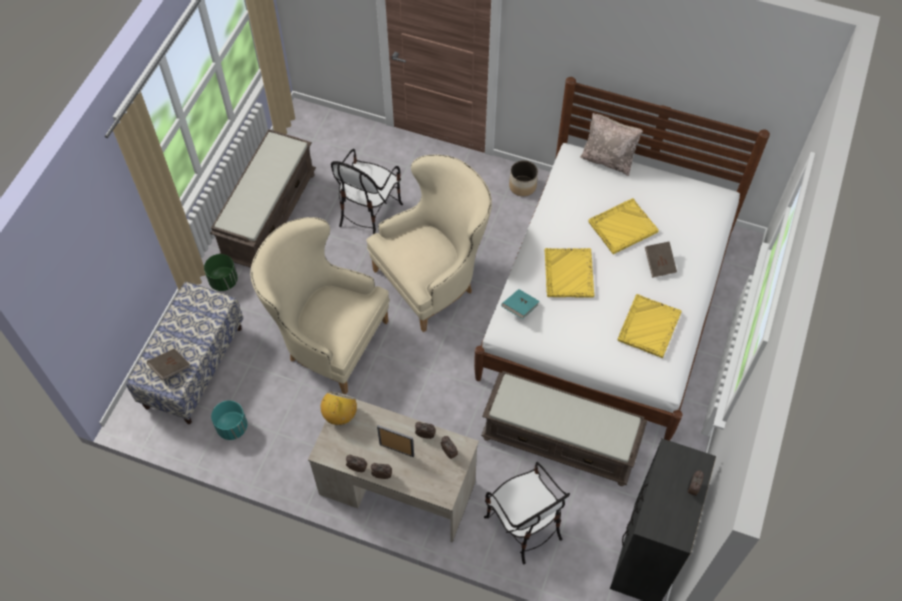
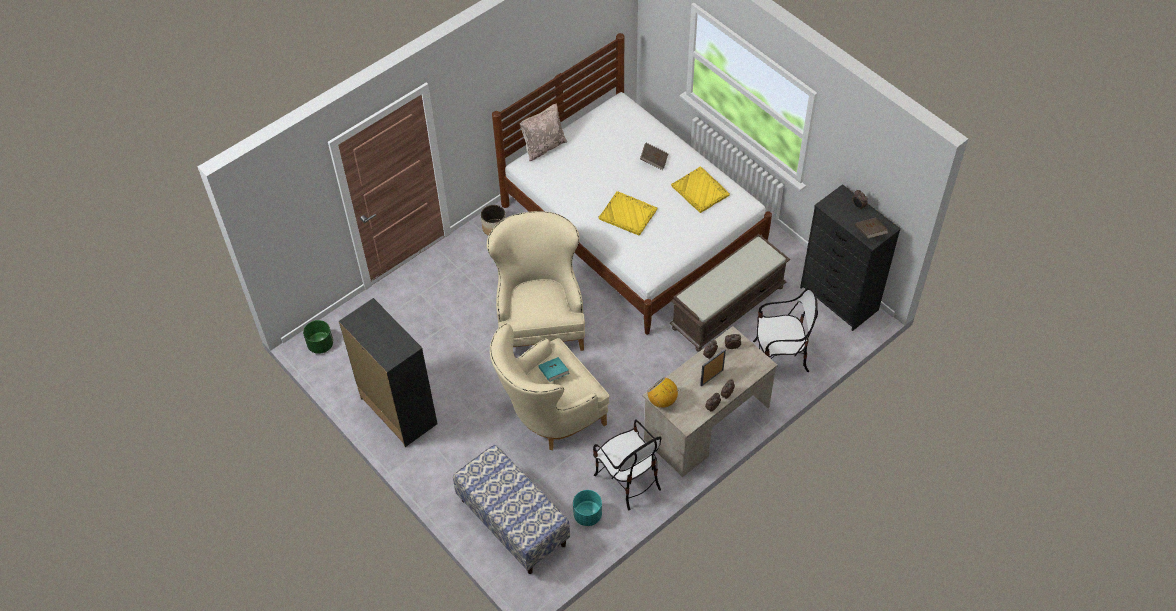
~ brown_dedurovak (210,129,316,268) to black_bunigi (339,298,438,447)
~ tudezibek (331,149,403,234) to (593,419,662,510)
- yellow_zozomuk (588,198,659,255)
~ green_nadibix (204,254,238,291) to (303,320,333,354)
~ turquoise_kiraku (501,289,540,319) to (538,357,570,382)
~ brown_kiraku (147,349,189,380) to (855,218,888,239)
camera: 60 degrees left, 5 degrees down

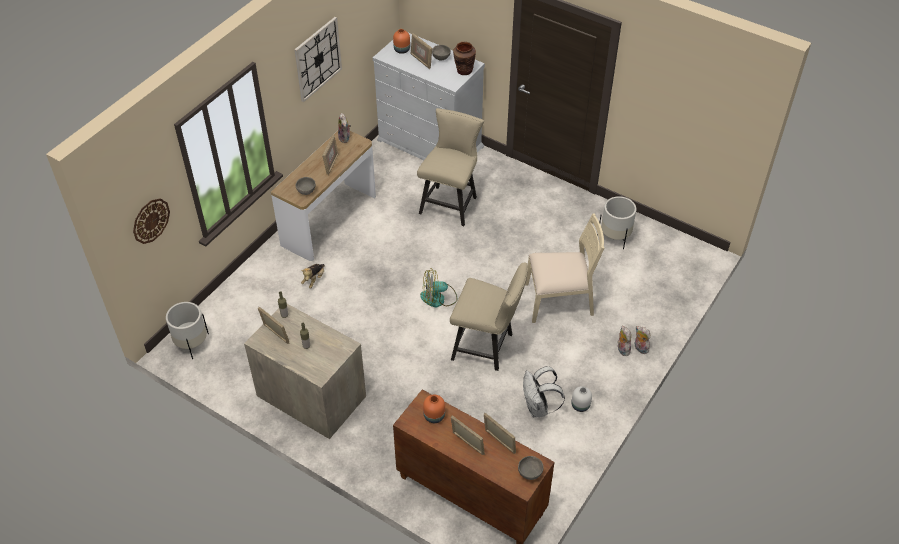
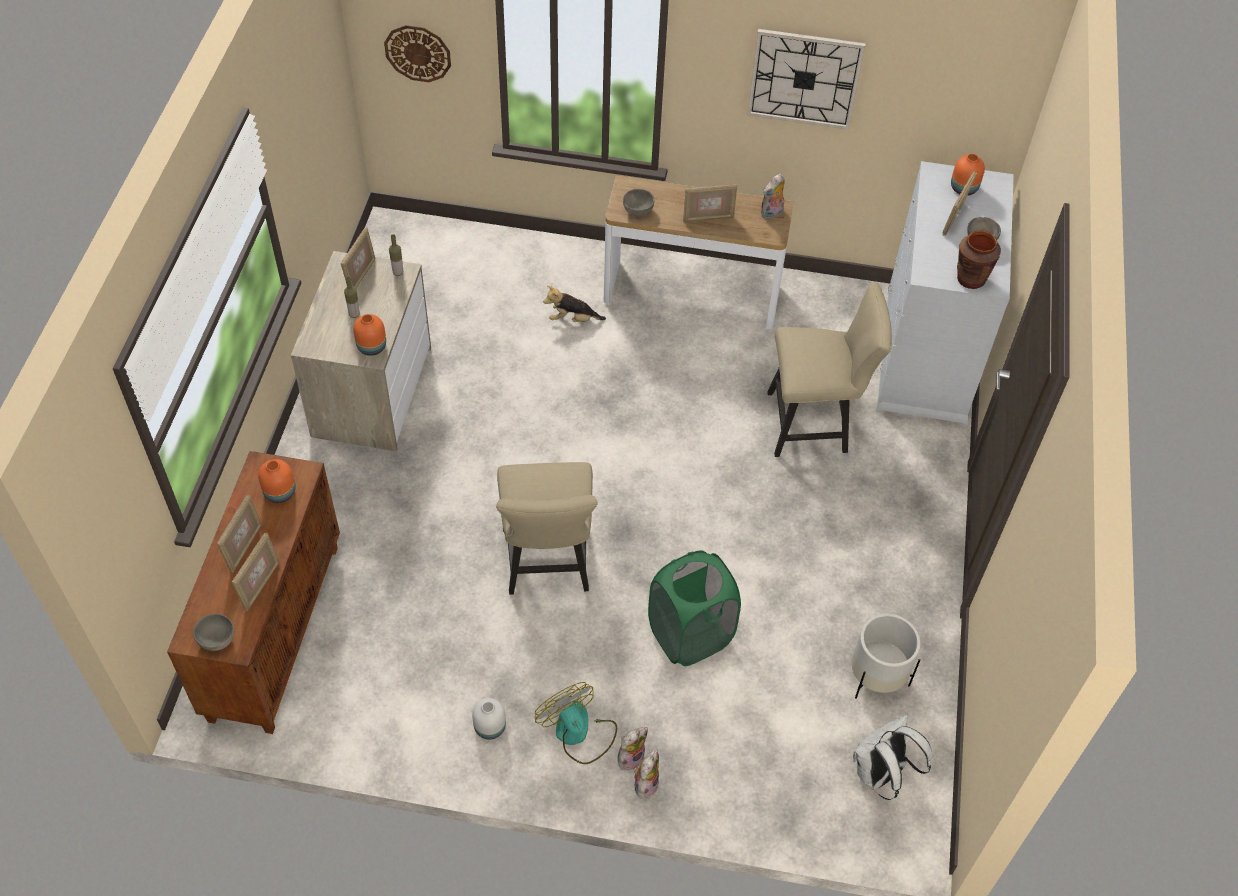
~ beige_tudezibek (525,213,604,323) to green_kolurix (648,550,741,666)
~ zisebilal (420,268,457,308) to (535,682,617,764)
- white_nadibix (166,302,209,359)
~ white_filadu (523,366,565,418) to (853,714,932,800)
+ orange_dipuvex (353,314,386,356)
camera: 65 degrees right, 5 degrees up

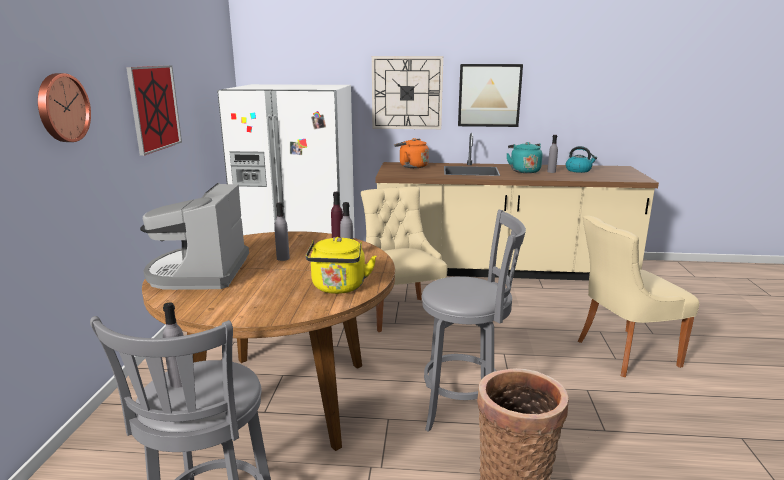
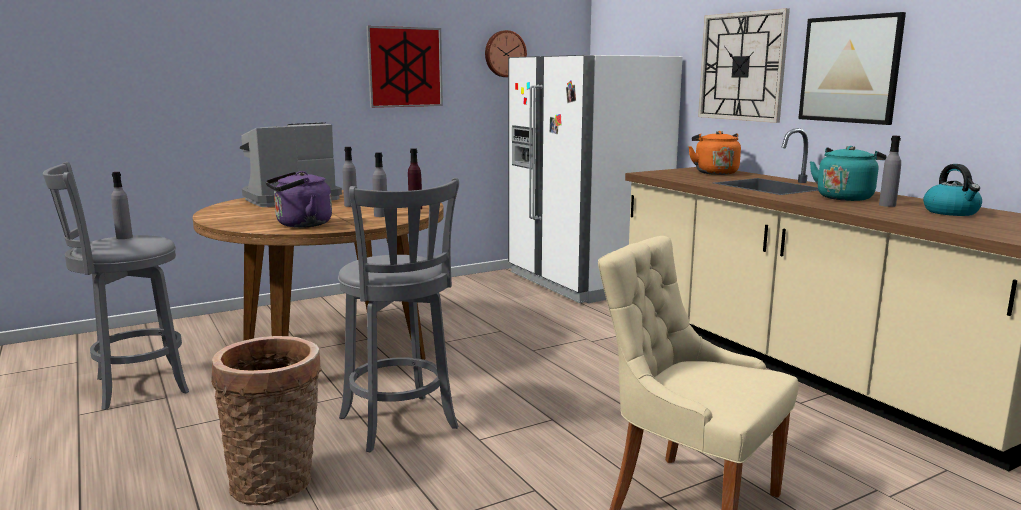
~ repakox (38,73,91,142) to (485,30,527,77)
- beige_tudezibek (361,186,447,332)
~ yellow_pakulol (306,237,377,294) to purple_pakulol (265,171,332,228)
camera: 55 degrees right, 5 degrees down

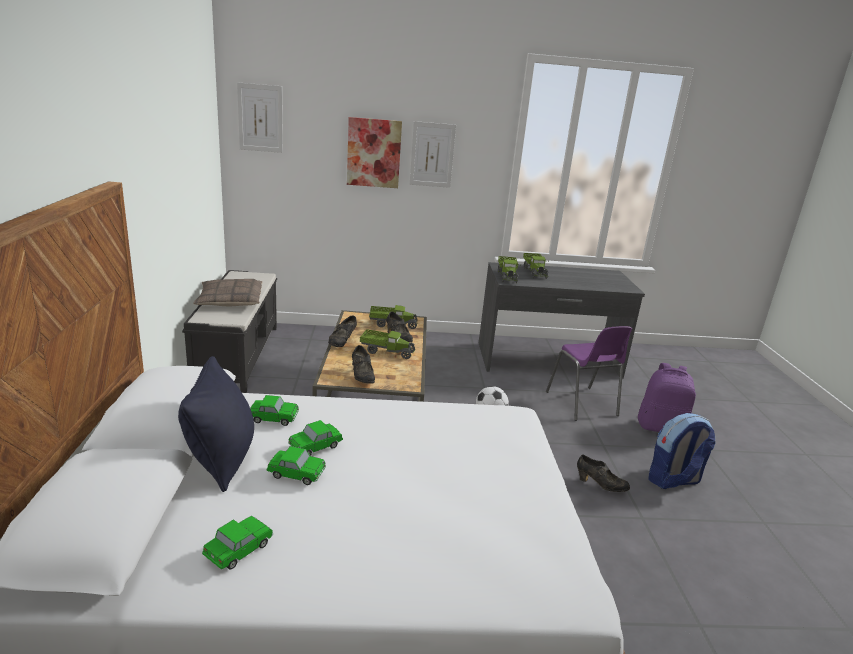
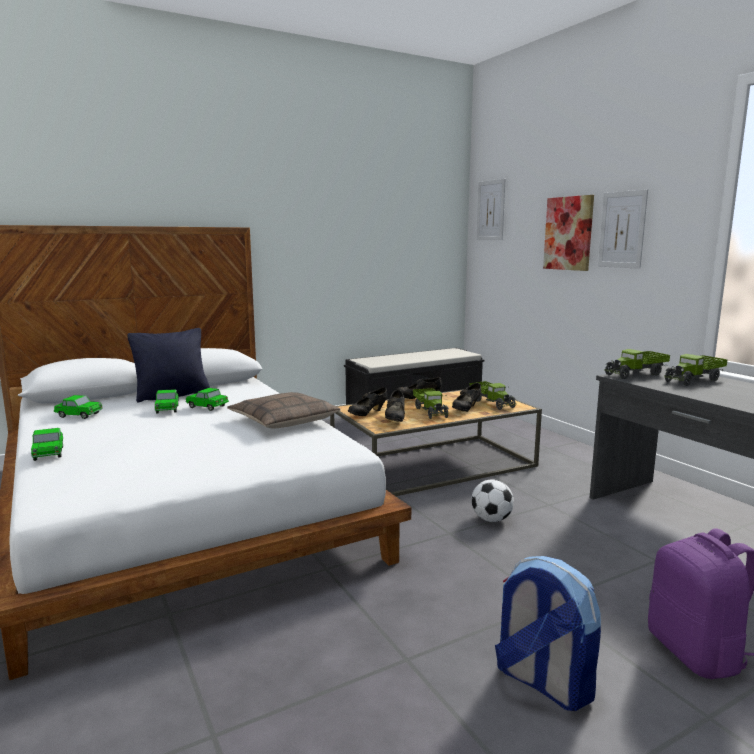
~ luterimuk (193,279,263,306) to (227,392,340,428)
- purple_tudezibek (546,326,632,421)
~ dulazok (250,395,299,426) to (31,428,63,461)
~ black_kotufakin (577,454,630,492) to (385,390,405,422)
camera: 65 degrees right, 10 degrees down

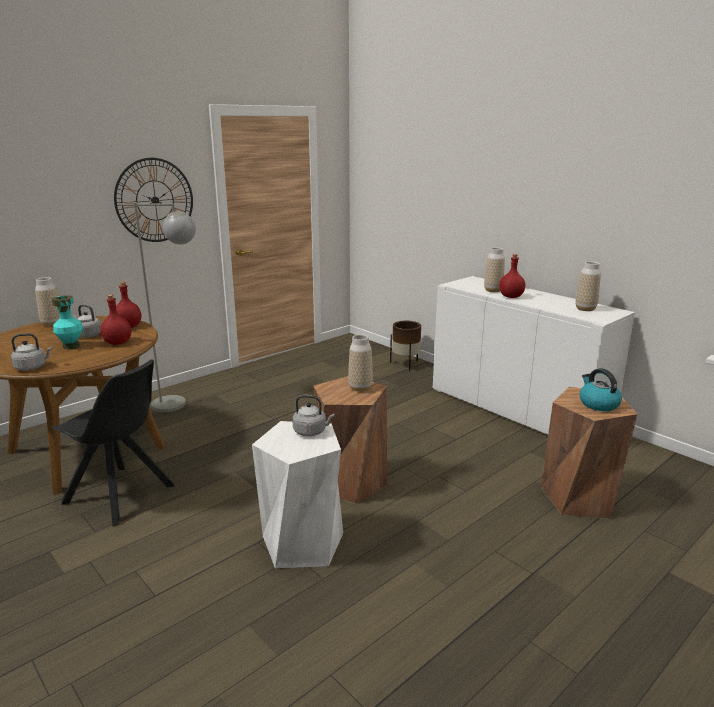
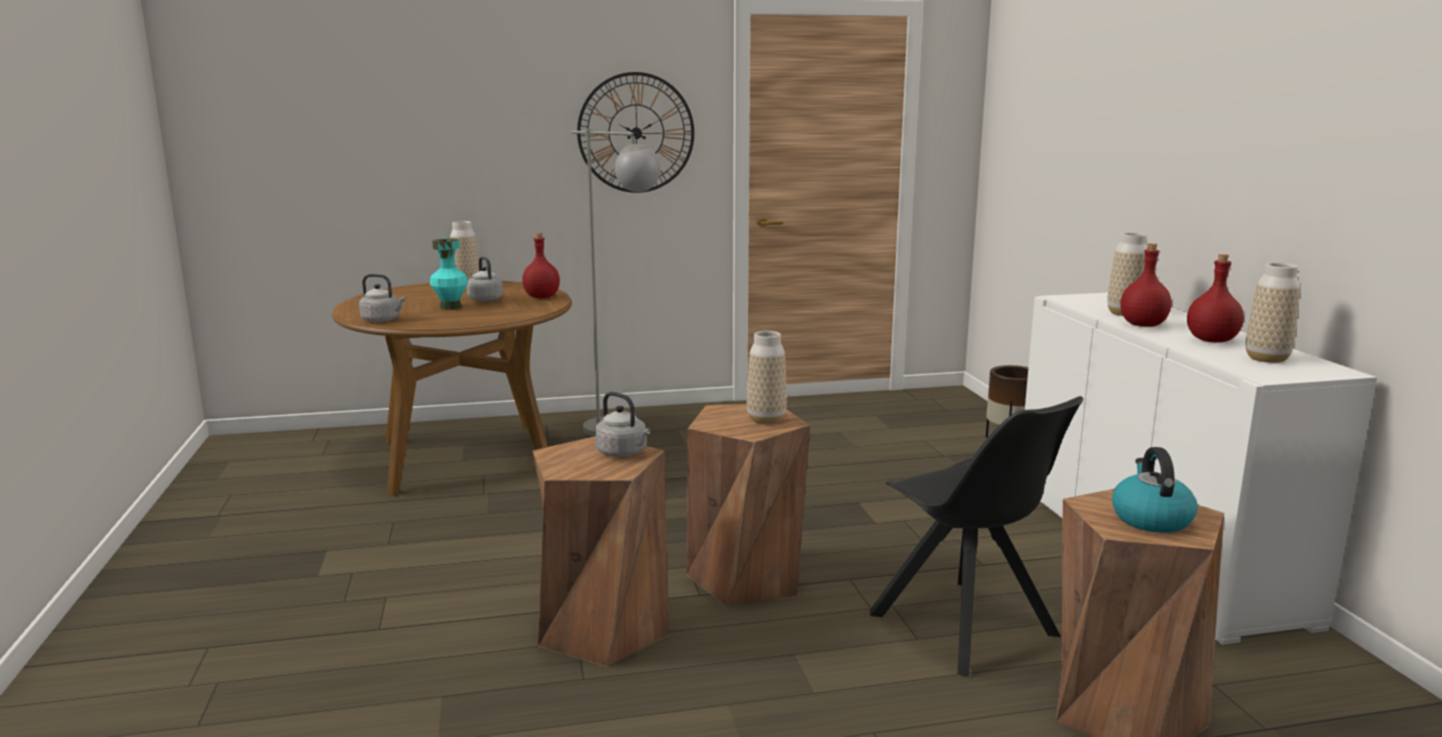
~ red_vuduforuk (100,295,131,345) to (1187,254,1244,343)
~ black_tudezibek (52,359,175,526) to (870,396,1083,676)
~ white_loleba (252,421,343,568) to brown_loleba (533,436,669,667)
camera: 30 degrees right, 5 degrees down

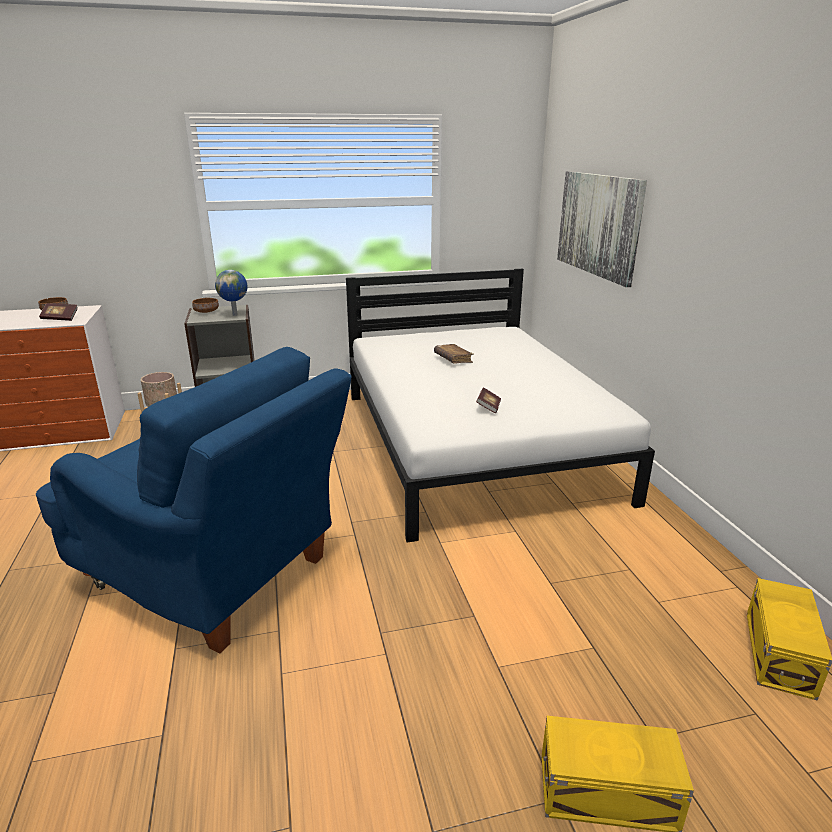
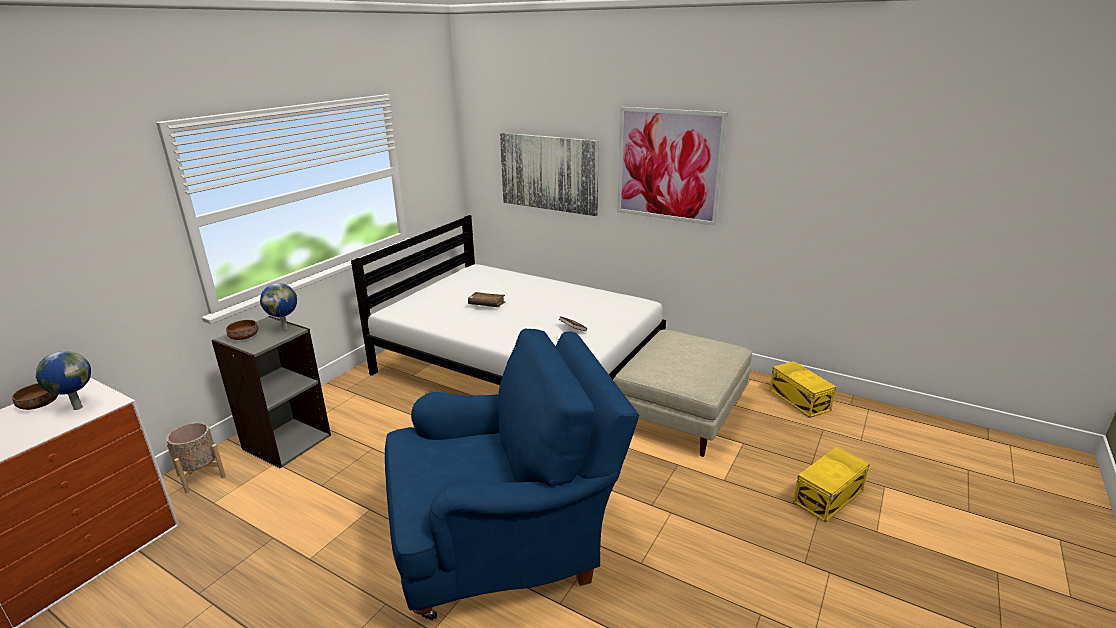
~ kiraku (39,303,78,321) to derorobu (36,351,91,410)
+ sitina (617,107,728,226)
+ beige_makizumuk (614,329,752,457)
camera: 45 degrees left, 0 degrees up

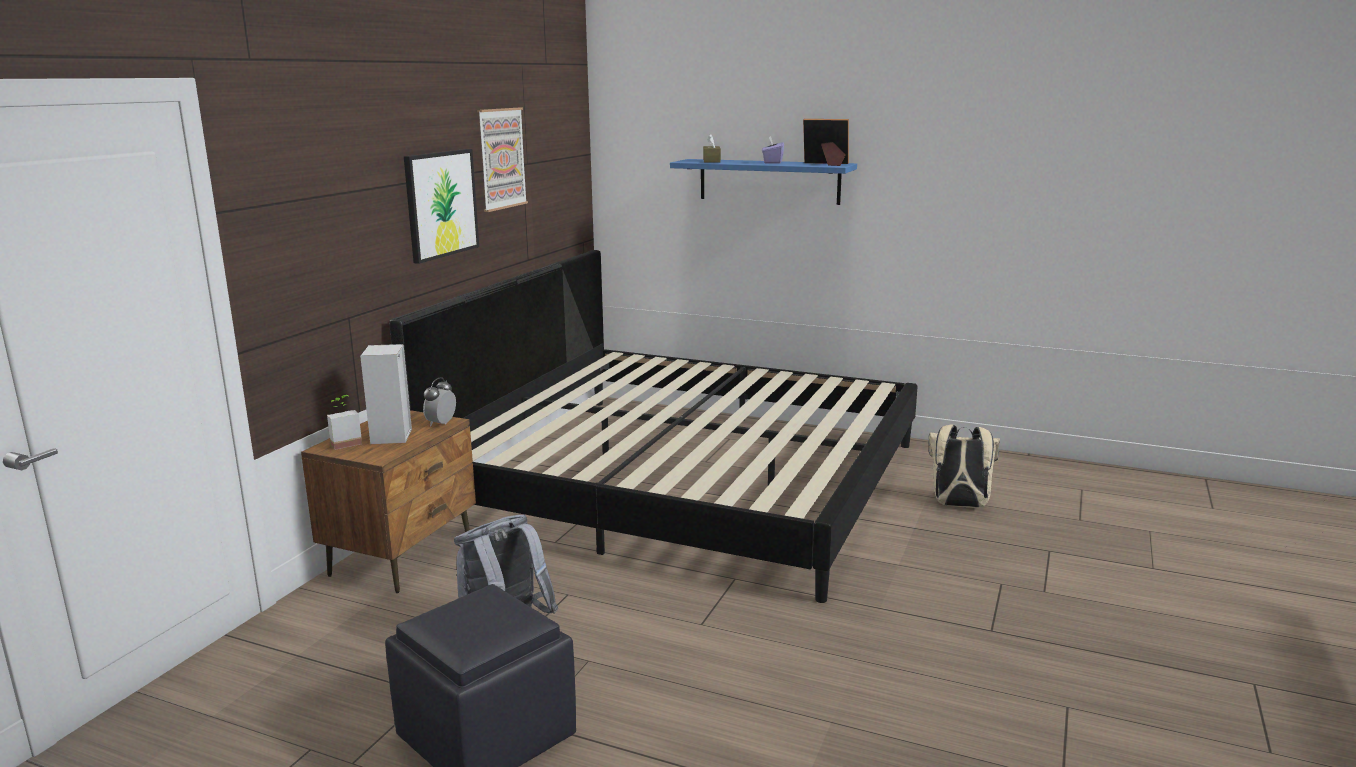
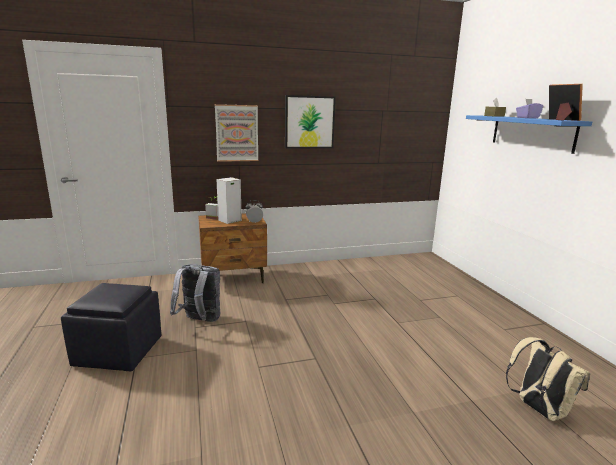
~ sitina (477,108,528,212) to (215,104,258,162)
- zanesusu (389,250,918,603)
camera: 50 degrees right, 0 degrees up

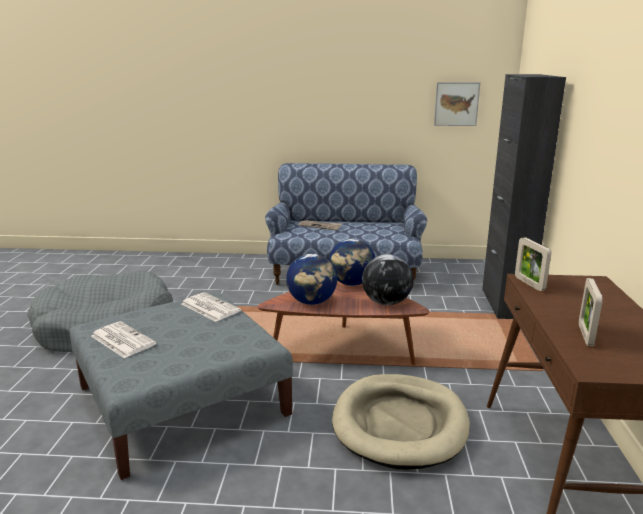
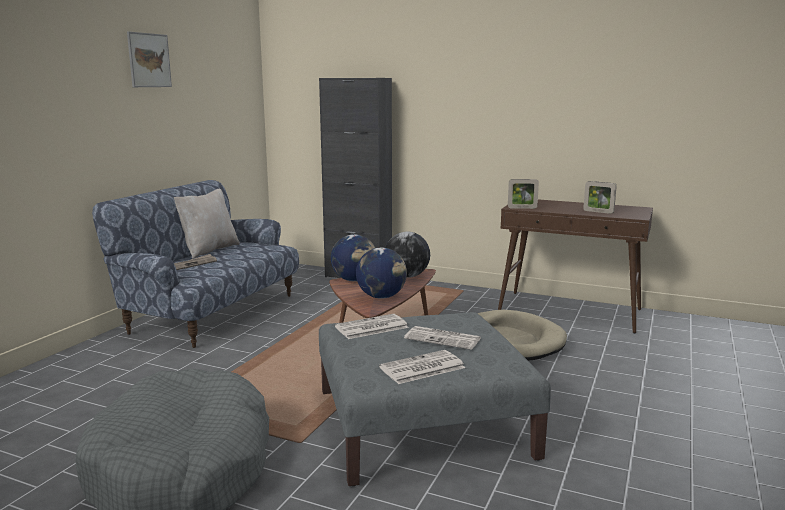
~ sitina (434,82,480,126) to (127,32,172,87)
+ beige_luterimuk (174,189,240,259)
+ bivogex (404,326,481,350)
camera: 70 degrees left, 5 degrees down

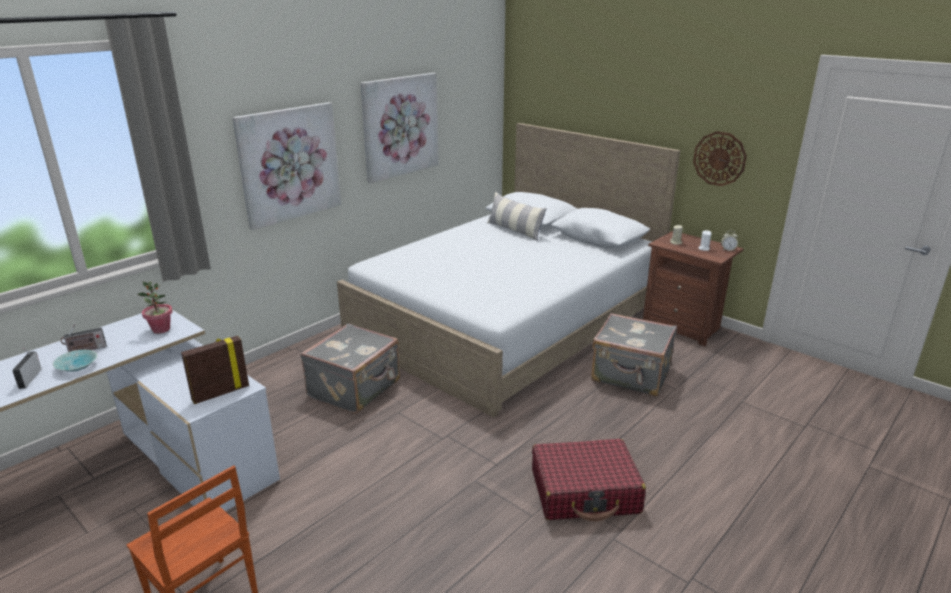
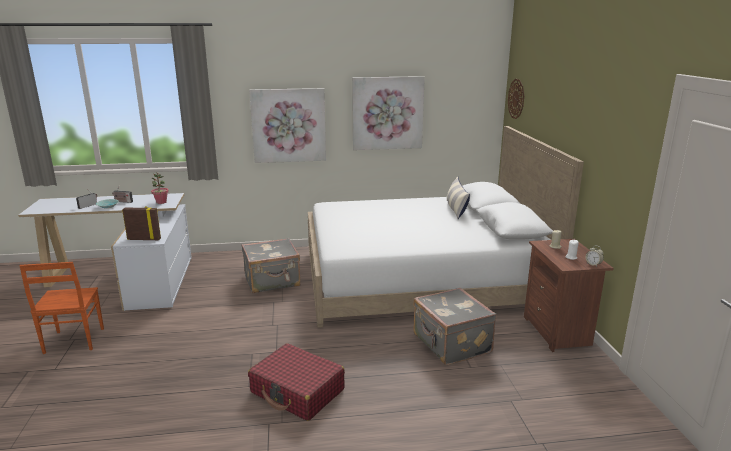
~ repakox (693,131,747,186) to (508,79,524,119)
camera: 40 degrees right, 5 degrees down

